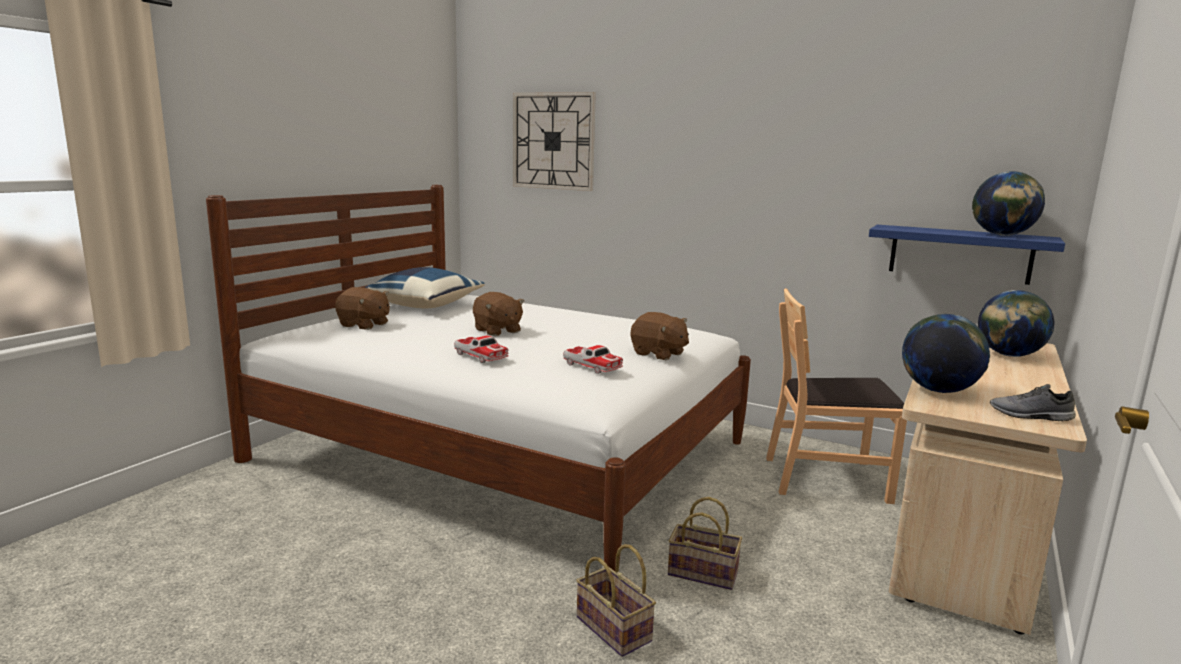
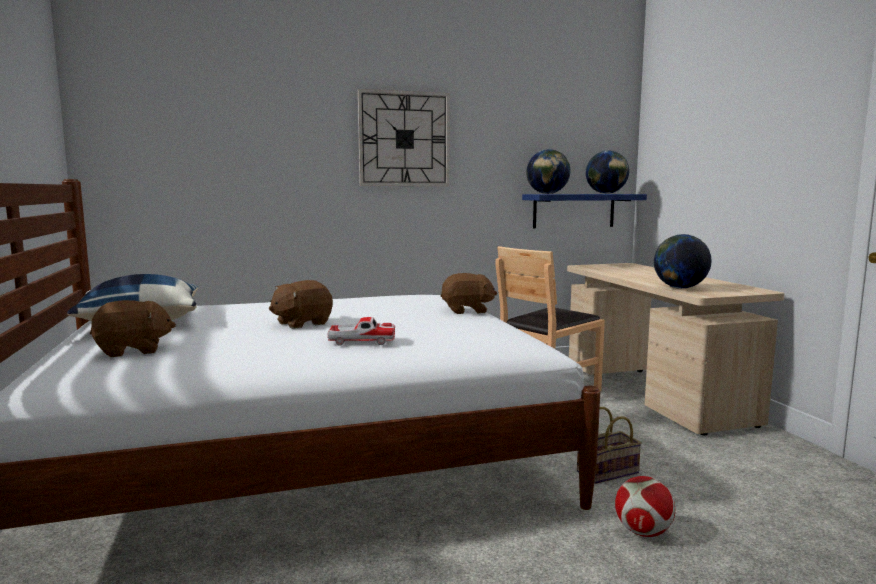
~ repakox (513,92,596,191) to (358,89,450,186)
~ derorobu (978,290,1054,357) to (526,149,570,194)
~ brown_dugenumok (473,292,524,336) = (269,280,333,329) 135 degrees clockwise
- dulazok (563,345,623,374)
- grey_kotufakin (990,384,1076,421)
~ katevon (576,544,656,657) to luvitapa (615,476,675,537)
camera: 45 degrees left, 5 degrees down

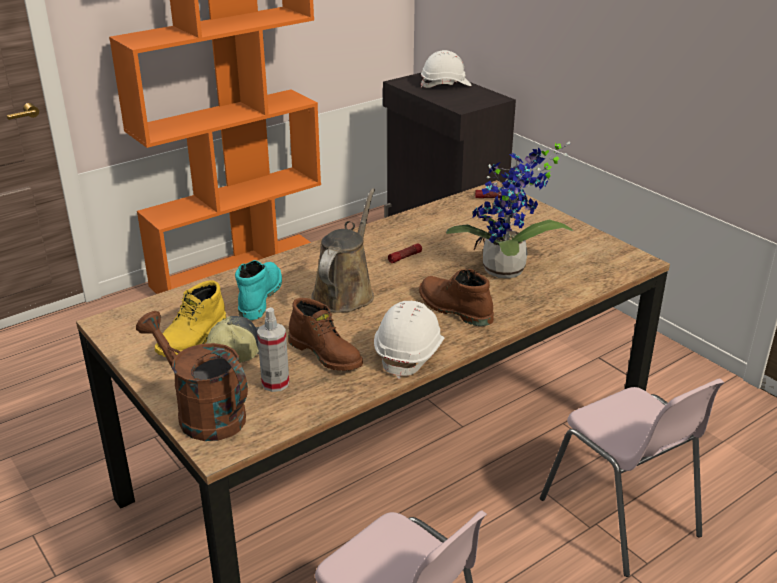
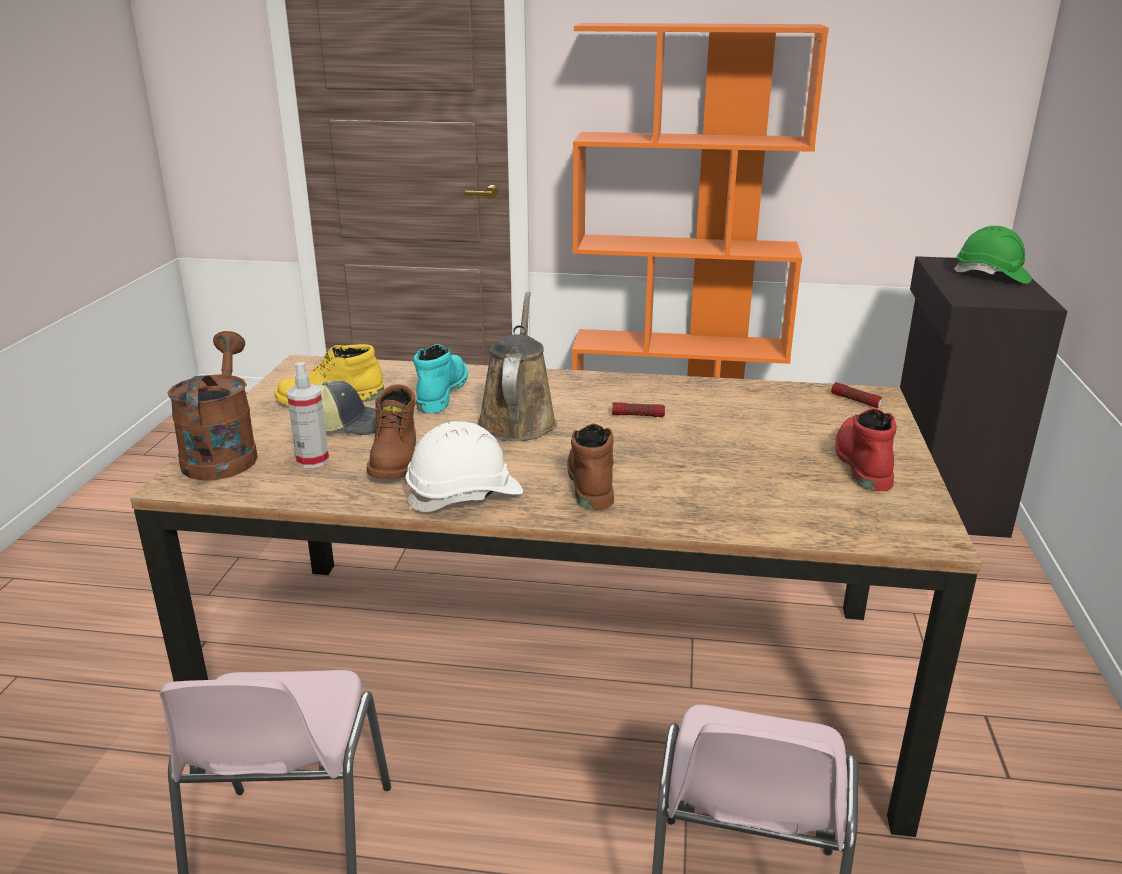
~ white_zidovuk (421,50,472,88) to green_zidovuk (954,226,1032,284)
- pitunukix (446,142,573,278)
~ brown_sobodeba (311,188,375,313) = (477,291,557,441) 60 degrees counterclockwise
~ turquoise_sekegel (235,260,282,320) = (413,344,468,413) 45 degrees counterclockwise
+ red_sekegel (835,408,896,492)
camera: 45 degrees right, 5 degrees down

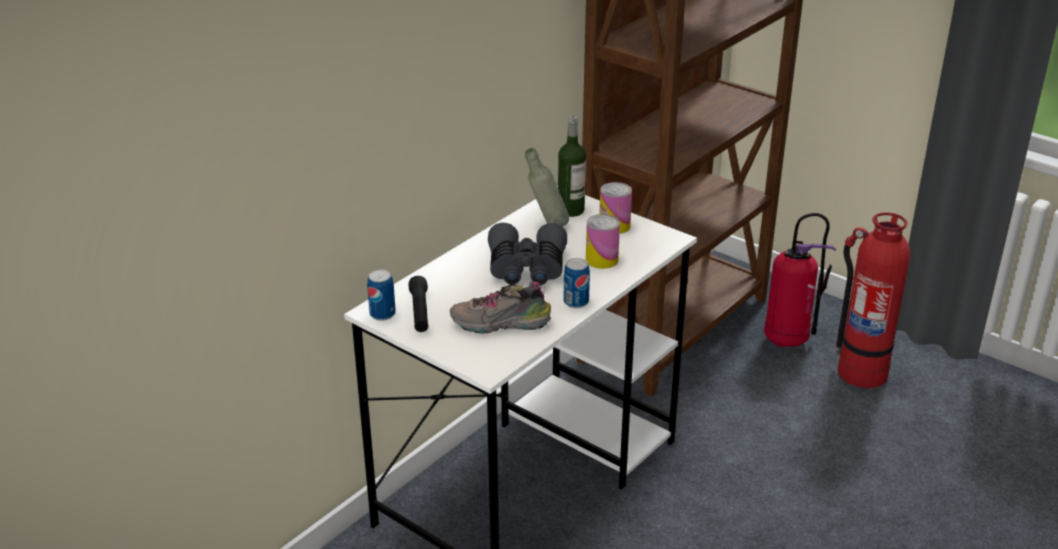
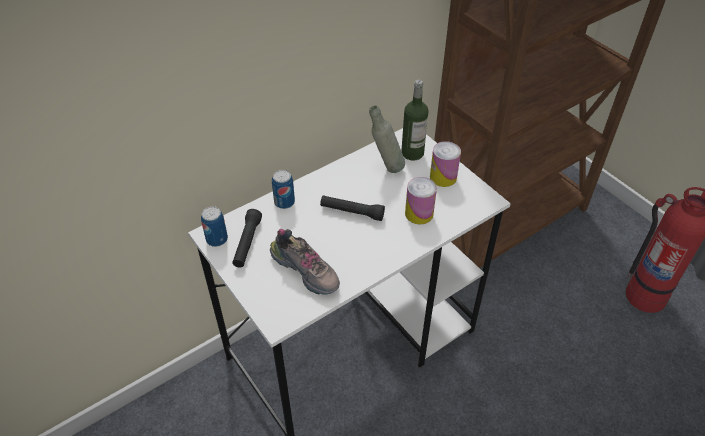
- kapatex (764,213,836,347)
~ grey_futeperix (488,223,567,285) to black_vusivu (320,195,385,221)
~ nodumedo (564,258,590,308) to (272,170,295,209)
~ kotufakin (450,281,551,334) = (270,229,340,295) 150 degrees counterclockwise
camera: 15 degrees right, 15 degrees up

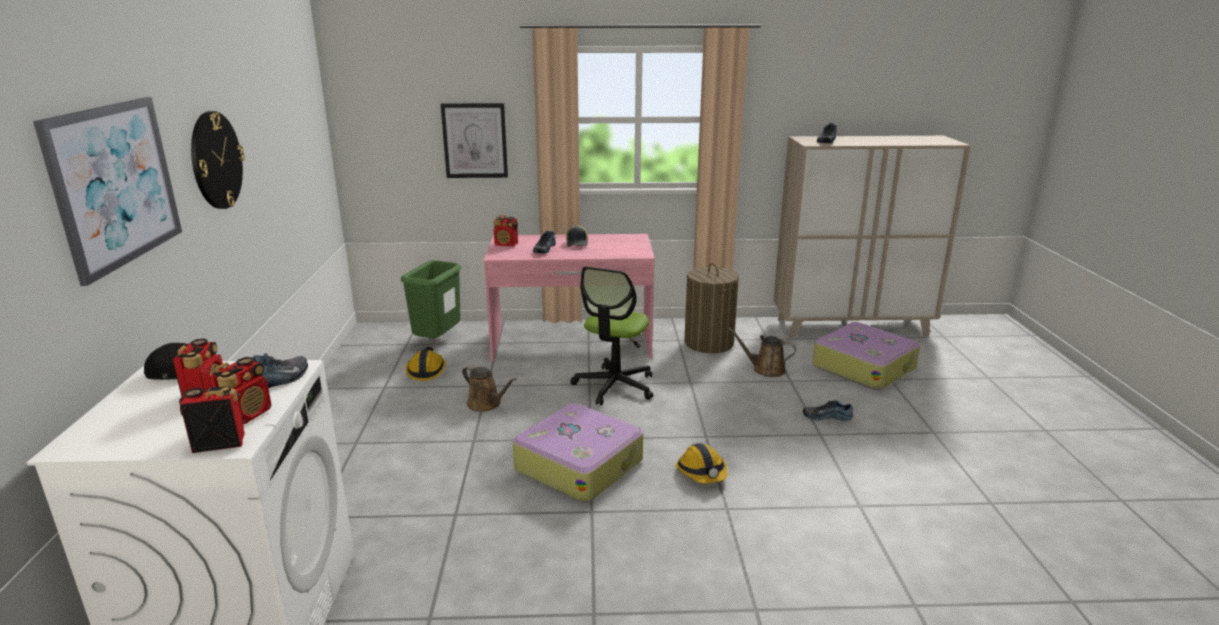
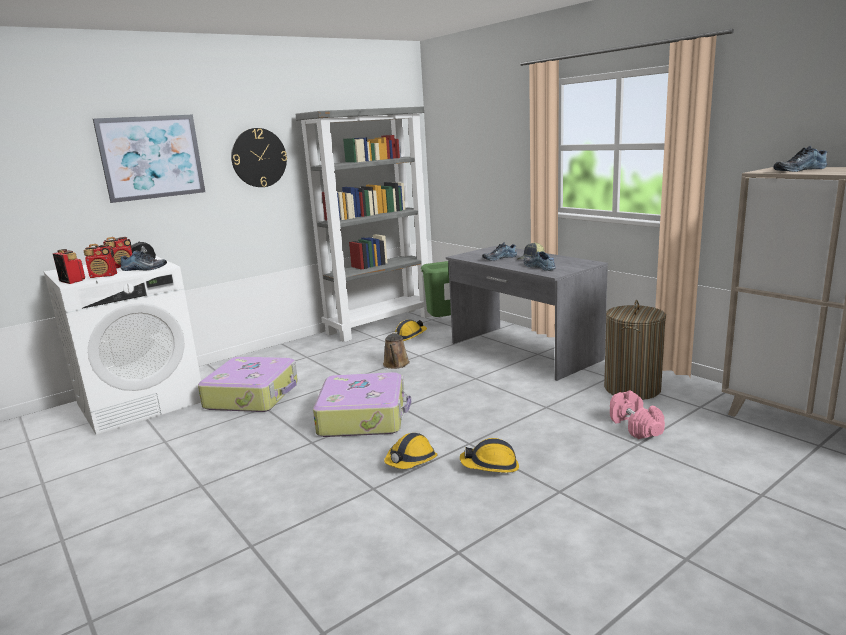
- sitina (441,103,508,178)
- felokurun (494,215,518,246)
~ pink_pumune (484,234,655,361) to grey_pumune (446,245,608,381)
- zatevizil (570,266,654,405)
~ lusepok (812,322,920,390) to (198,357,298,412)
~ brown_sobodeba (728,328,796,377) to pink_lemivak (610,390,665,439)
~ kotufakin (803,400,853,421) to (524,251,556,271)
+ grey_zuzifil (295,106,432,342)
+ zidovuk (460,438,519,473)
camera: 55 degrees right, 5 degrees down

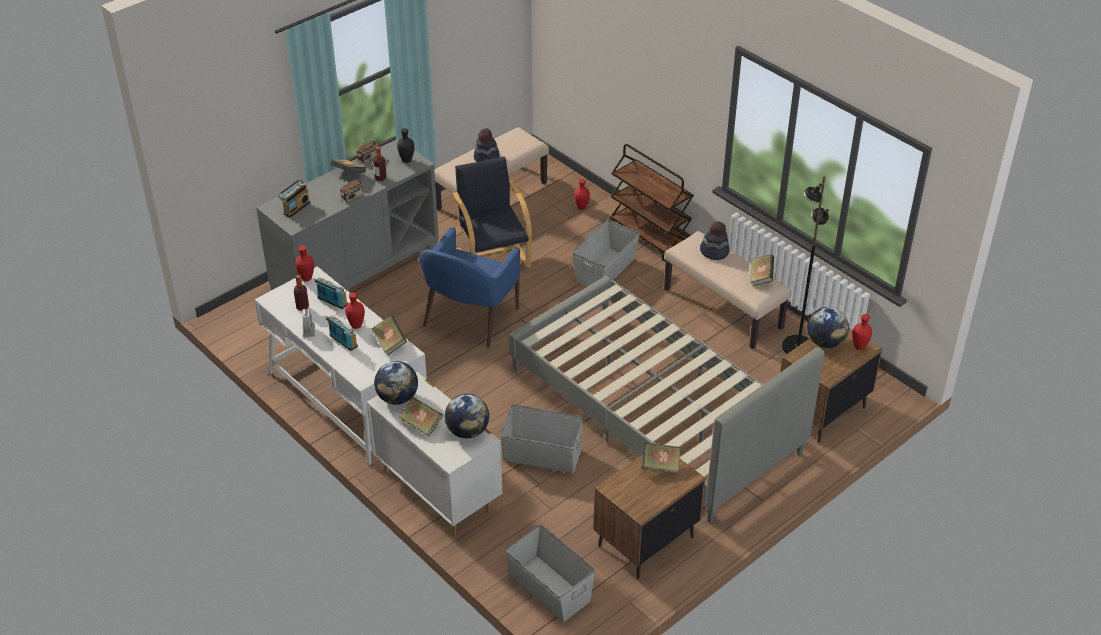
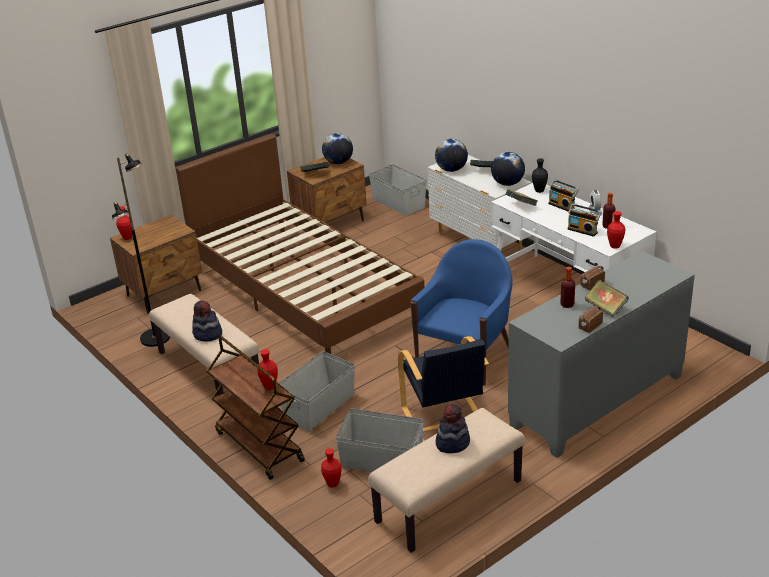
~ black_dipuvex (397,128,414,163) to (532,158,548,193)
- felokurun (278,178,310,218)
- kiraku (750,254,774,286)
~ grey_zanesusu (508,276,825,523) to brown_zanesusu (176,134,424,354)
~ red_dipuvex (345,292,365,329) to (257,349,278,390)
~ derorobu (807,307,849,348) to (322,133,353,164)
~ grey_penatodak (501,405,583,473) to (336,408,423,472)
camera: 175 degrees left, 10 degrees down

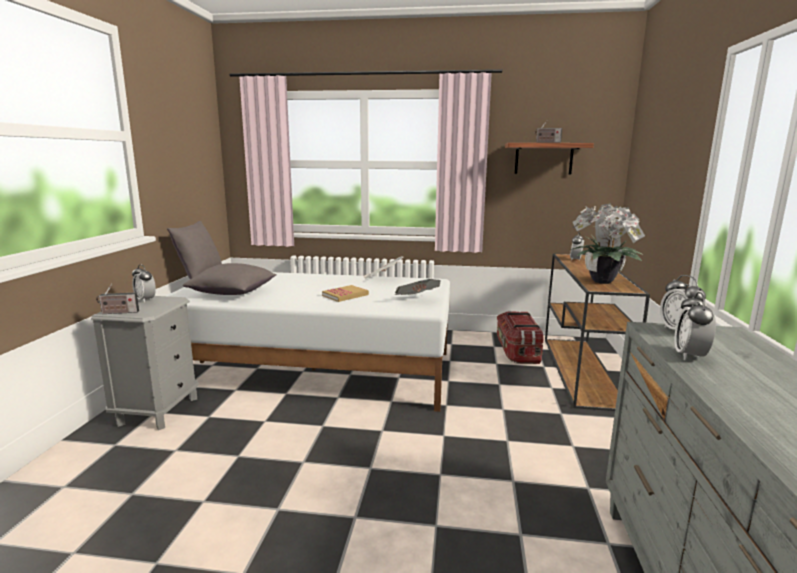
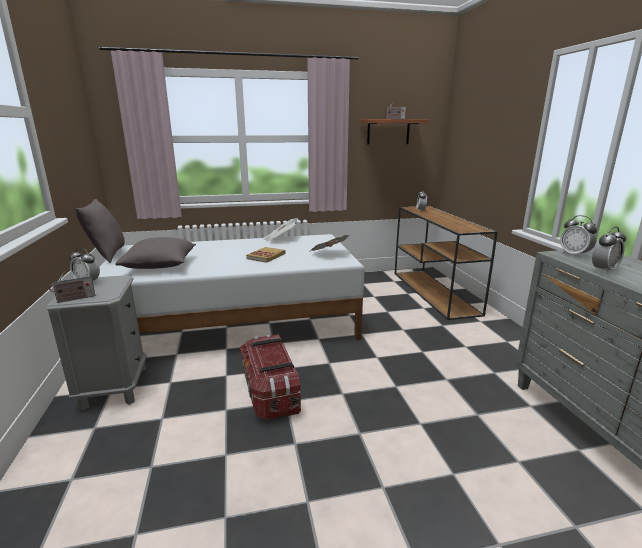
- pitunukix (570,203,645,284)
~ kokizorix (674,292,716,360) = (592,226,626,273) 120 degrees counterclockwise
~ penatodak (497,311,544,364) to (240,334,301,420)
camera: 20 degrees left, 5 degrees up

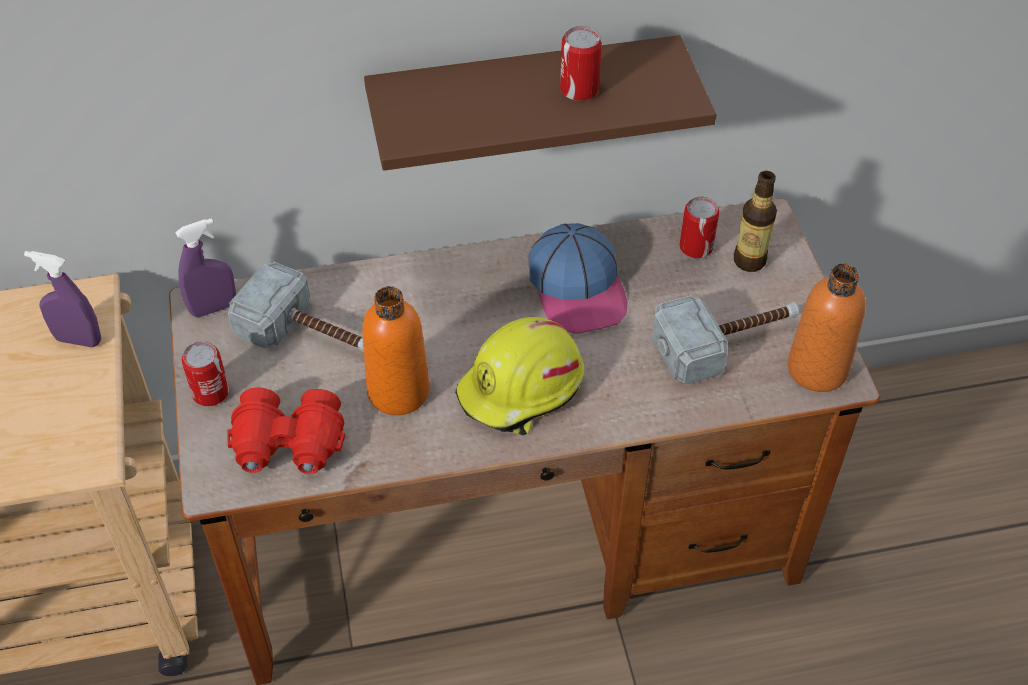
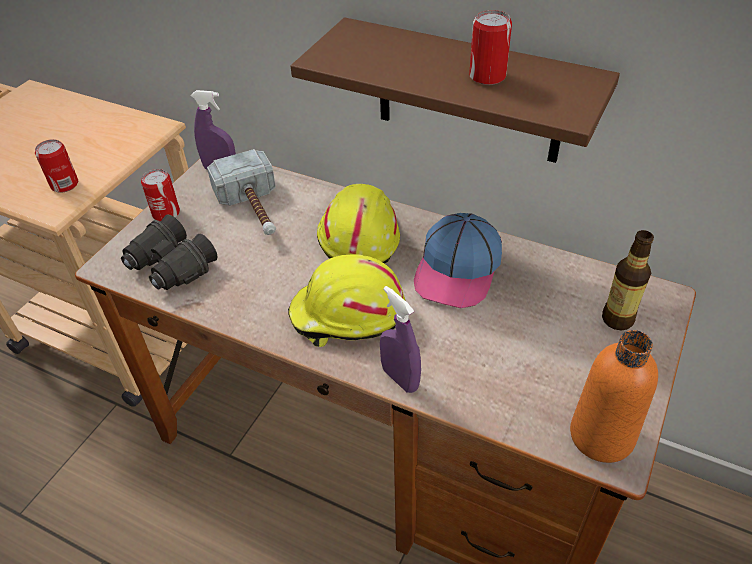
~ nodumedo (680,197,719,258) to (35,139,78,193)
~ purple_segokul (24,251,101,347) to (380,286,421,393)
- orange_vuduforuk (362,286,429,415)
- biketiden (652,295,800,385)
~ red_futeperix (227,387,345,474) to black_futeperix (121,215,218,290)
+ yellow_zidovuk (317,184,400,264)
camera: 40 degrees right, 5 degrees down

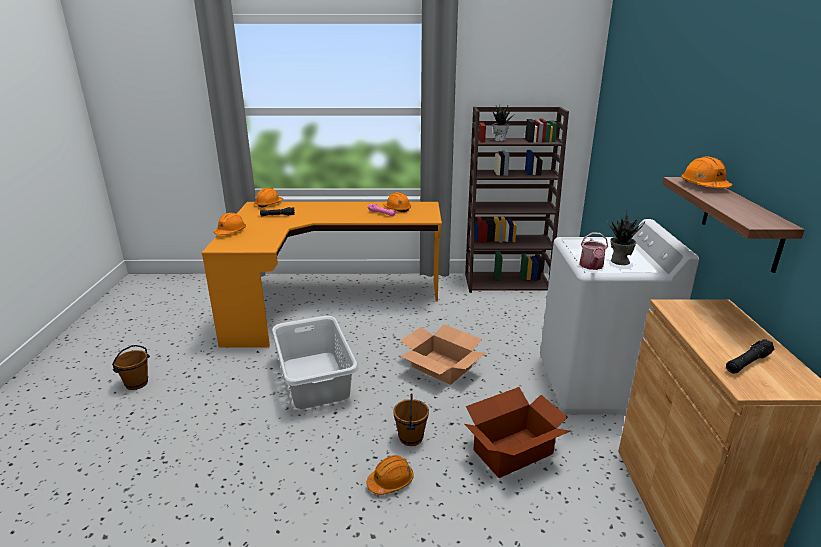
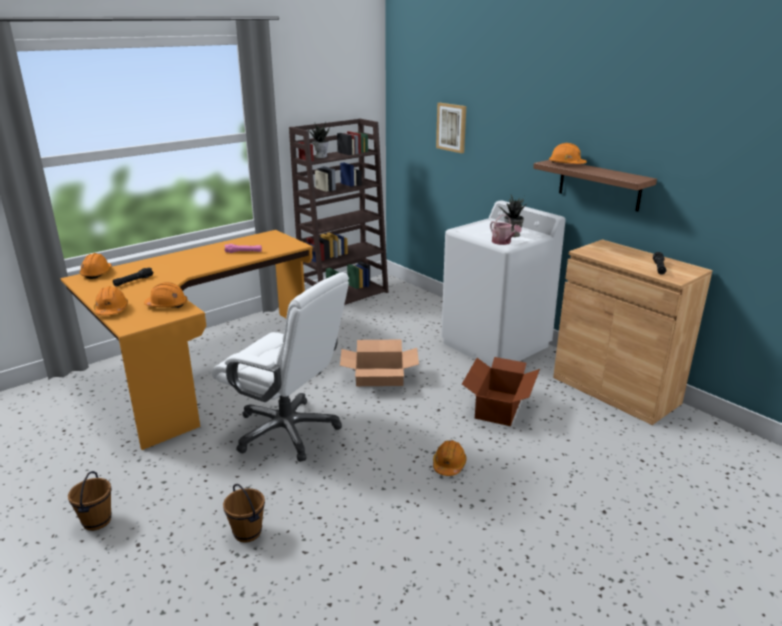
~ orange_zidovuk (383,192,411,212) to (144,282,188,308)
~ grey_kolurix (272,316,358,409) to white_zatevizil (212,273,349,462)
~ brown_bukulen (393,393,429,446) to (223,484,265,542)
+ sitina (436,103,466,153)
camera: 40 degrees left, 0 degrees up

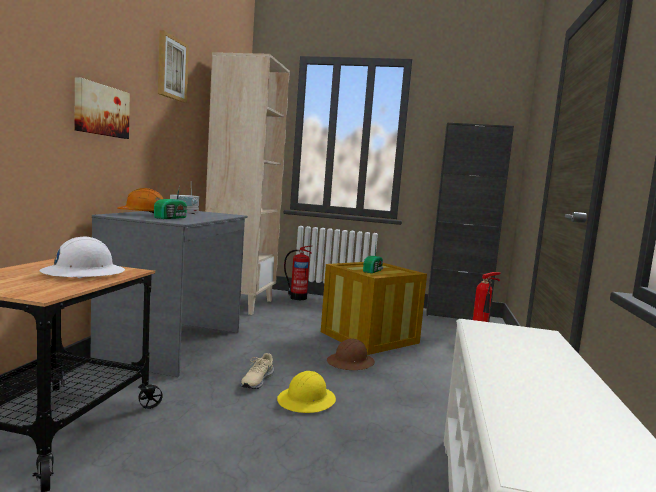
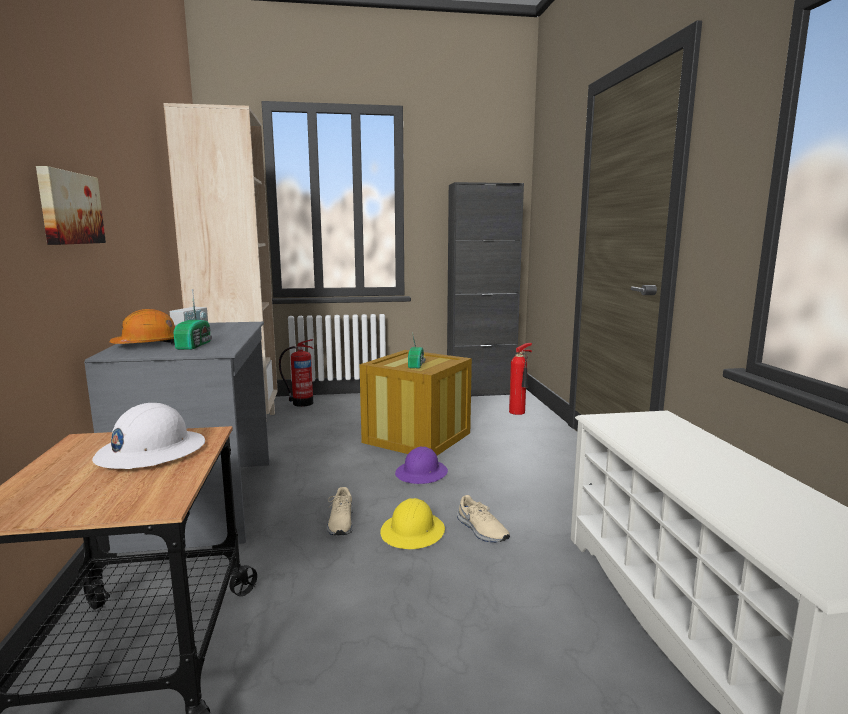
- sitina (158,30,189,103)
~ brown_zidovuk (327,338,375,370) to purple_zidovuk (395,447,448,484)
+ beige_kotufakin (457,495,510,542)
camera: 20 degrees left, 5 degrees up

